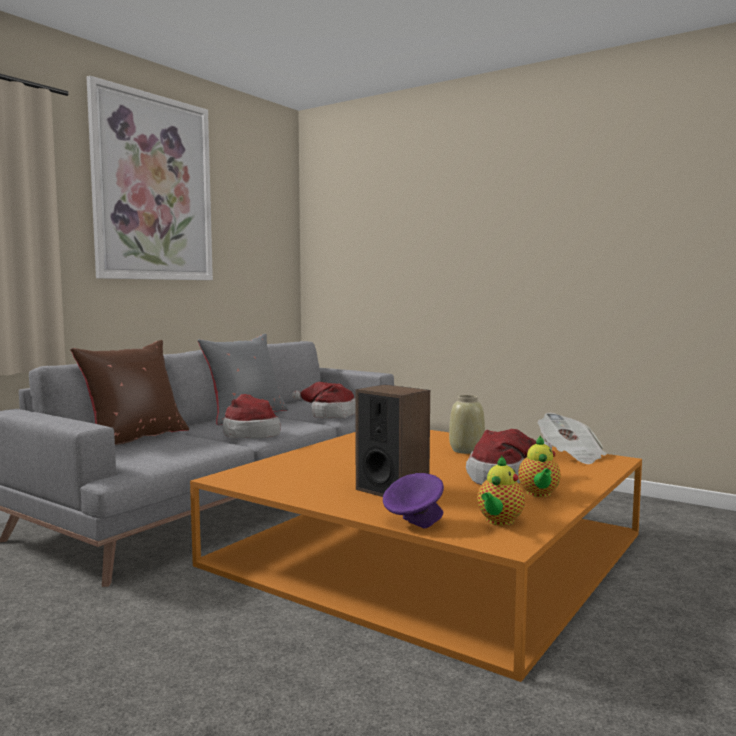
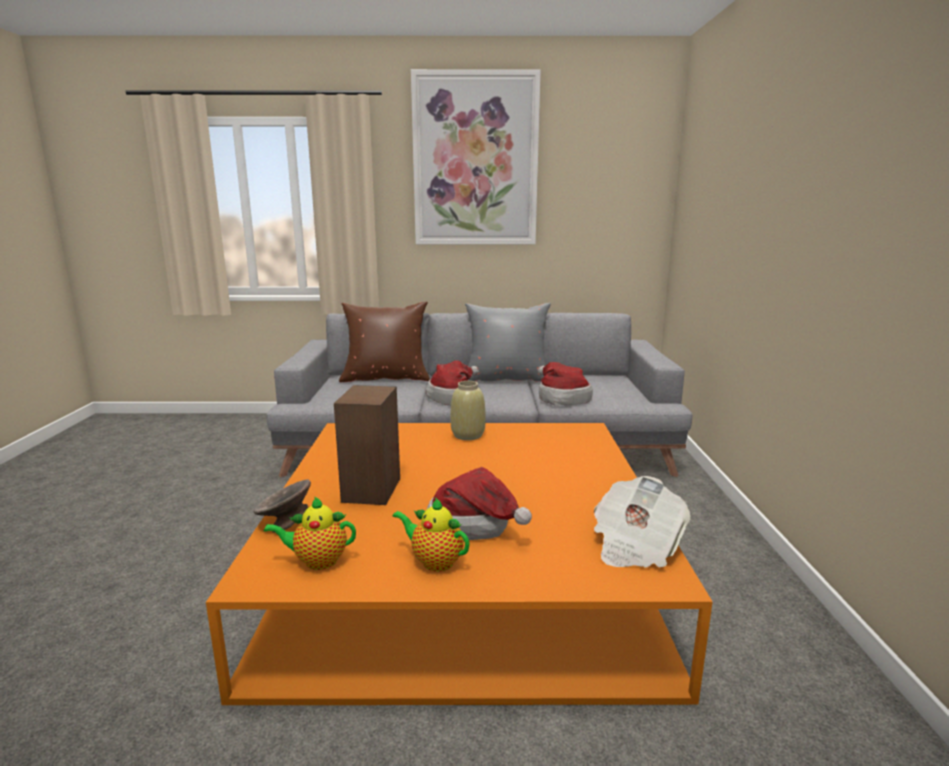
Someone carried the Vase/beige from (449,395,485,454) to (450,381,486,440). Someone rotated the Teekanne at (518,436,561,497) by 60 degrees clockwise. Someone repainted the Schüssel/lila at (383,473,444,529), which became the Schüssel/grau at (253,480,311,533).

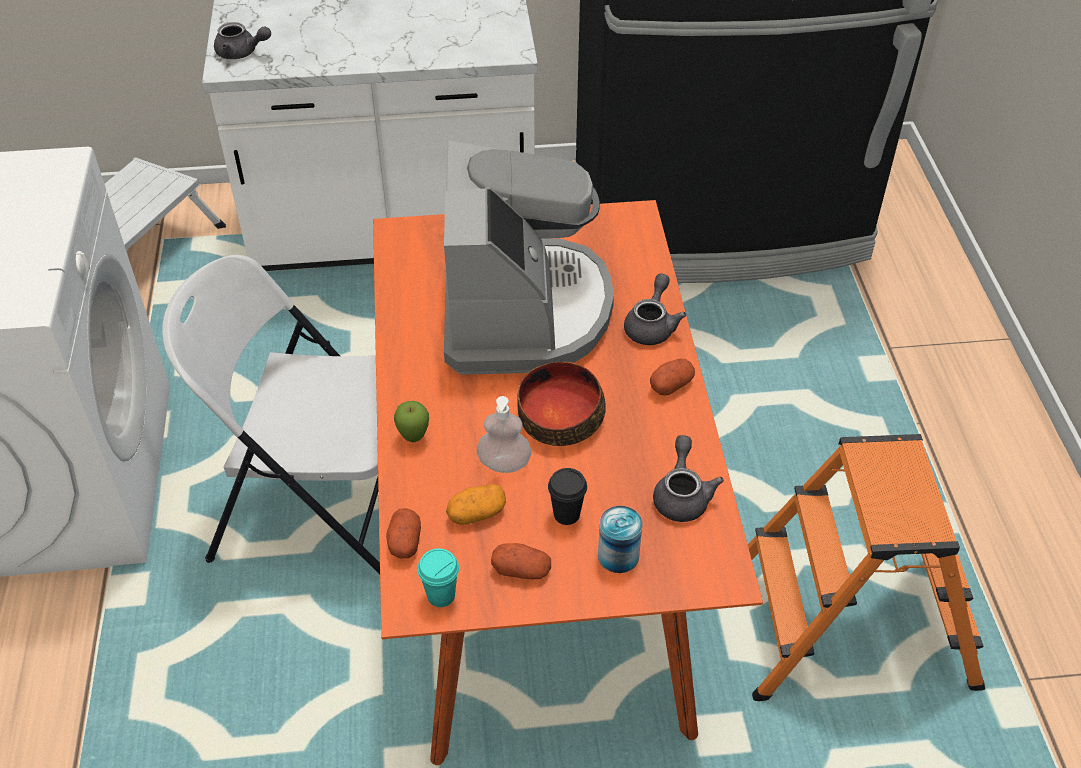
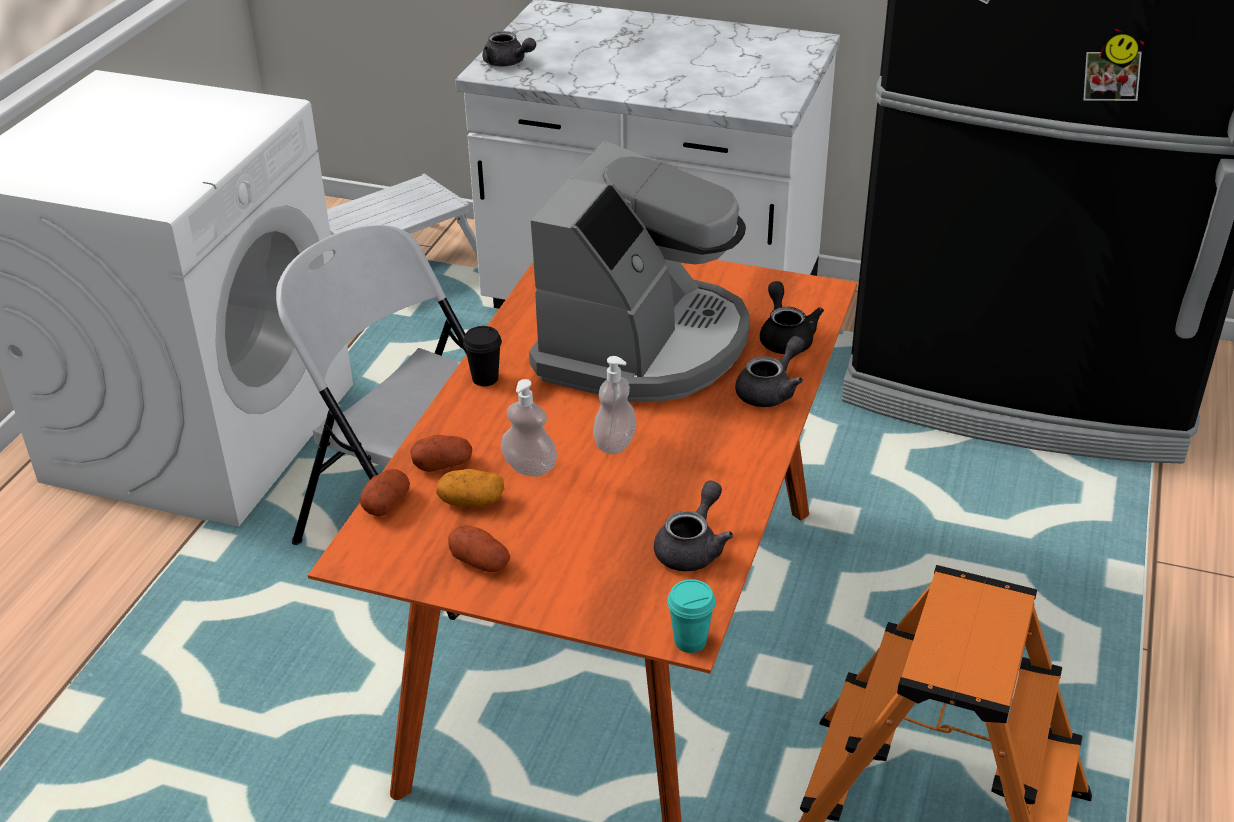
Someone carried the Kartoffel from (650,359,695,396) to (410,435,472,472). Someone swapped the Schüssel at (518,362,606,446) for the Seifenspender at (593,356,637,454). Someone took away the Apfel at (394,401,429,442). Someone carried the Tasse/schwarz from (548,468,587,525) to (463,326,502,386). Someone took away the Dose at (598,506,642,573). Someone carried the Tasse/türkis from (418,548,459,607) to (667,579,716,653). Someone put down the Teekanne/schwarz at (760,281,824,354).

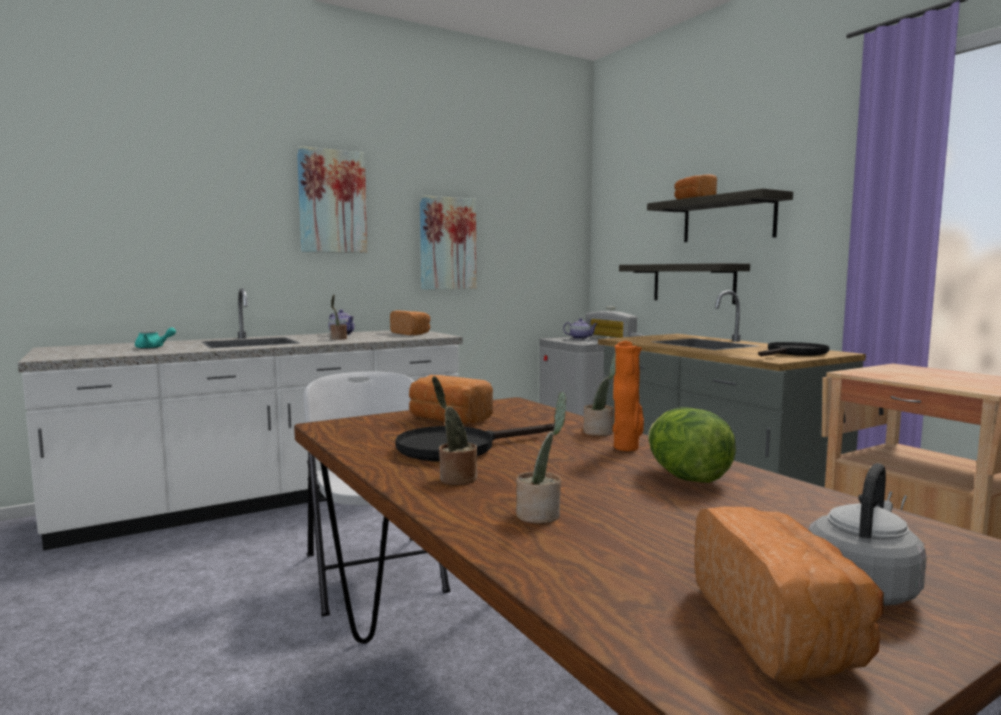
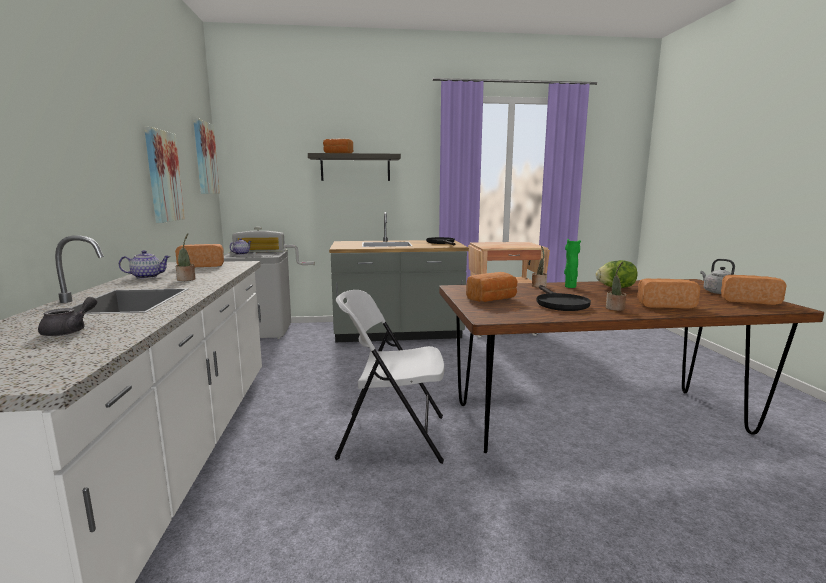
Someone carried the Bild from (297,146,367,253) to (193,118,220,194). Someone took away the Wandregal at (619,263,750,304). Someone repainted the Teekanne/türkis at (135,328,176,349), which became the Teekanne/grau at (38,297,97,336). Someone repainted the Vase/orange at (613,341,644,451), which became the Vase/grün at (564,239,581,288). Someone swapped the Topfpflanze at (516,392,566,524) for the Brot at (637,279,701,309).

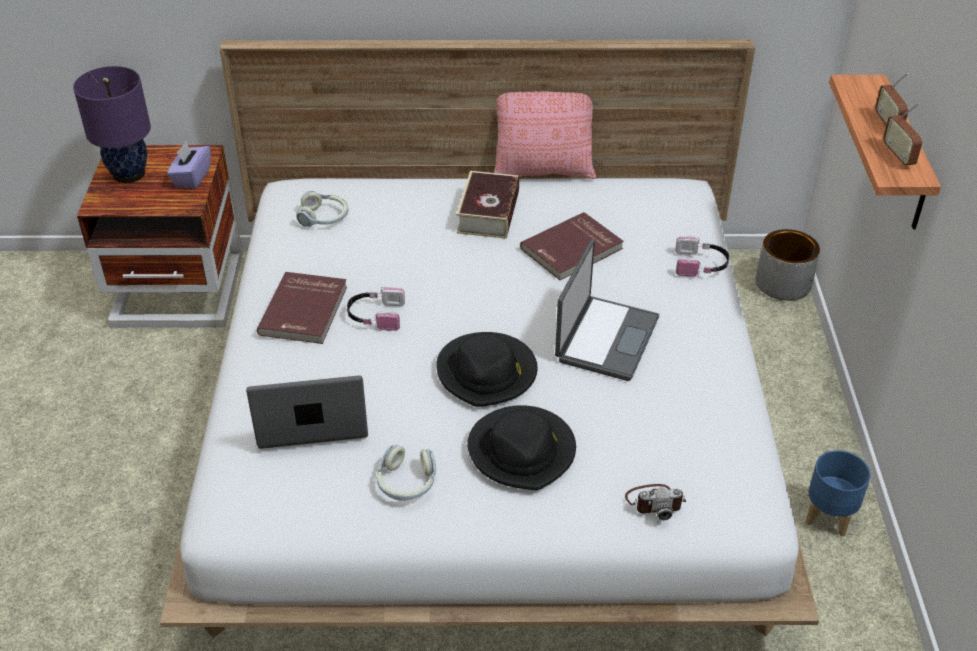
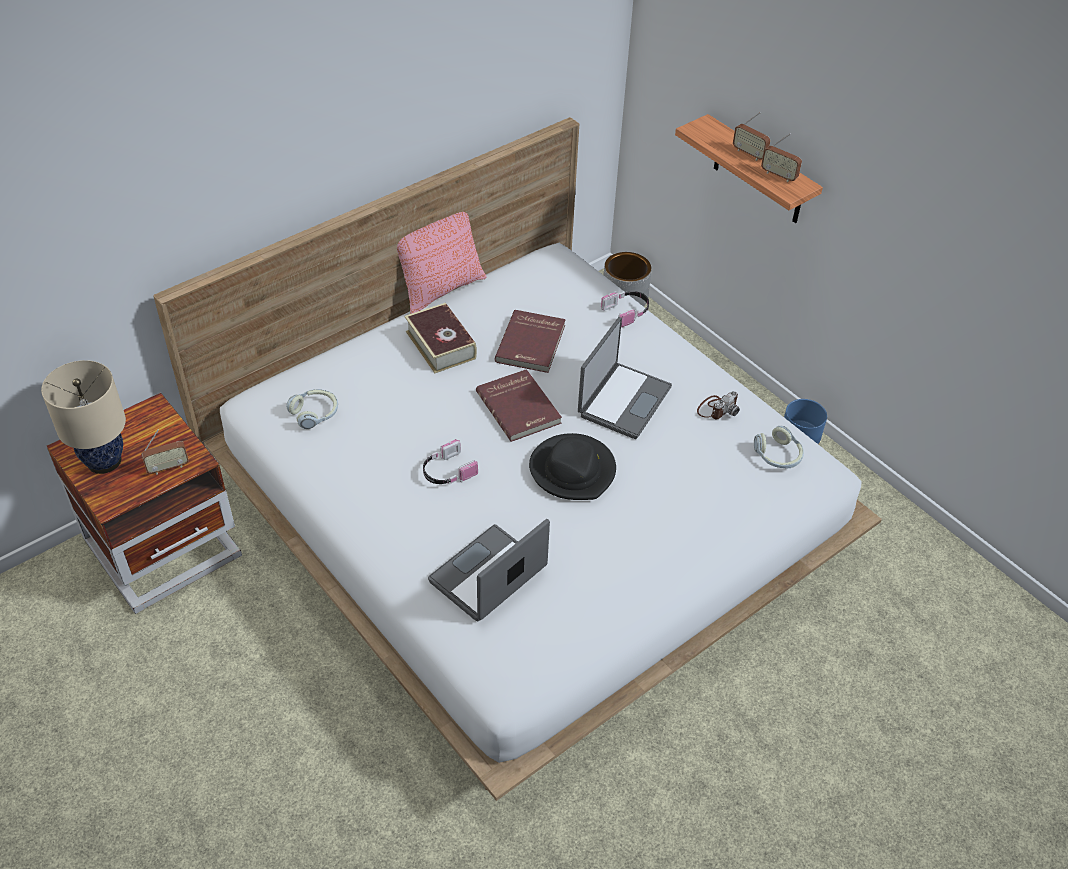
Someone repainted the Tischlampe/lila at (73,66,151,183), which became the Tischlampe/beige at (41,360,126,474). Someone took away the Taschentuchbox/lila at (167,142,211,189). Someone rotated the Laptop at (555,240,659,381) by 45 degrees clockwise. Someone carried the Buch/rot from (257,272,347,344) to (476,369,562,442). Someone took away the Hut/schwarz at (467,405,576,490). Someone carried the Kopfhörer from (376,445,436,501) to (754,426,804,469). Someone carried the Kamera from (625,484,686,520) to (697,391,740,419). Someone put down the Radio at (141,430,189,475).

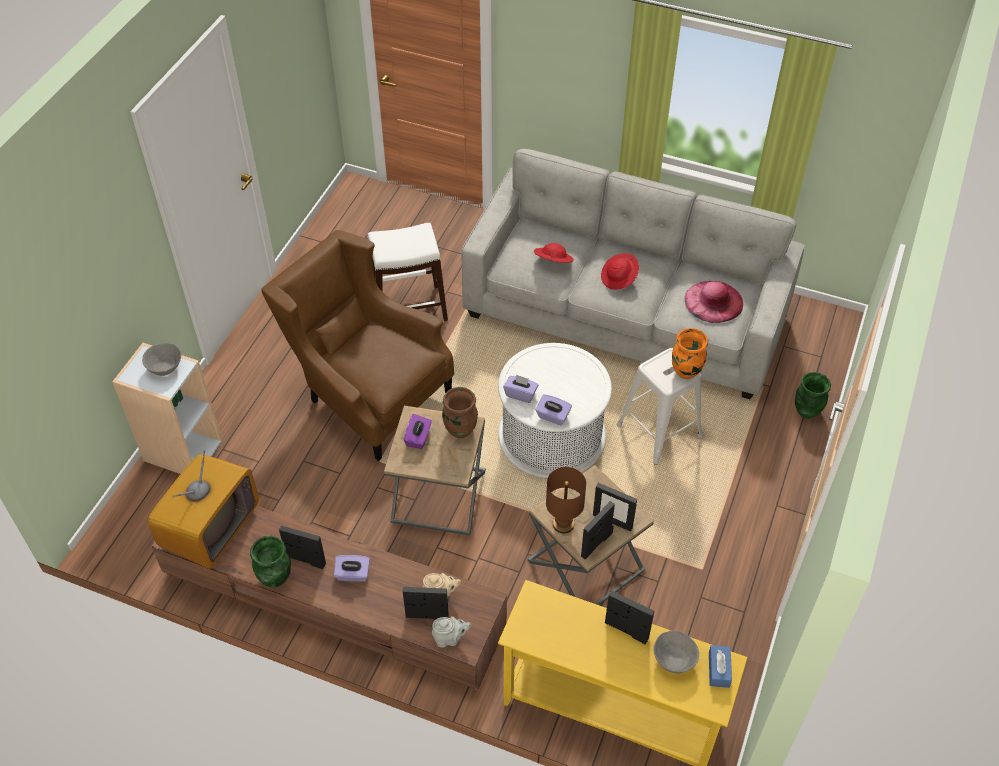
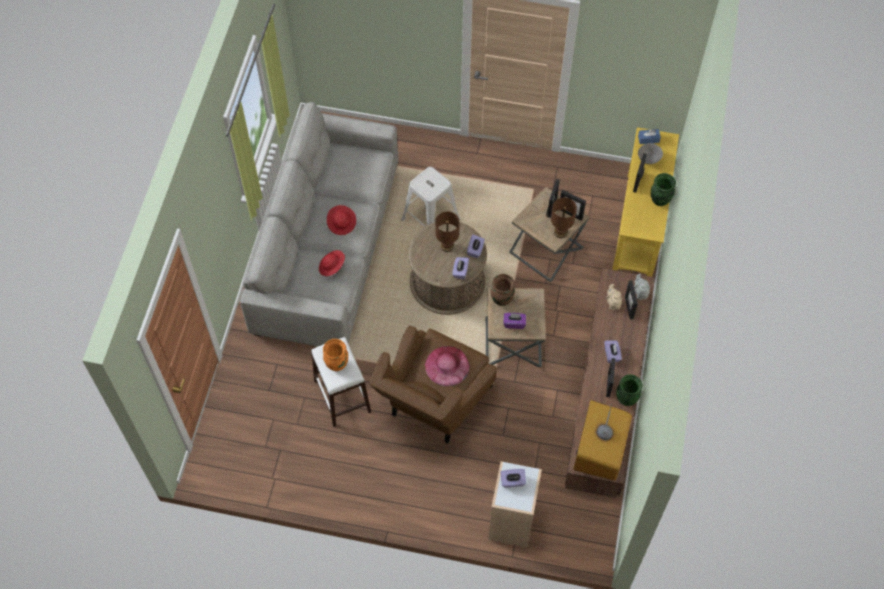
Someone carried the Hut/rosa from (685,281,743,323) to (425,346,470,386). Someone carried the Vase/orange from (672,328,708,379) to (323,339,348,371). Someone swapped the Schüssel/grau at (142,343,181,376) for the Taschentuchbox/lila at (500,469,526,488). Someone repainted the Couchtisch/weiß at (498,343,612,478), which became the Couchtisch/braun at (408,222,487,315). Someone carried the Vase/grün from (795,372,831,419) to (651,173,676,206). Someone rotated the Fernseher at (147,450,259,569) by 90 degrees counterclockwise. Someone put down the Tischlampe/braun at (435,212,460,252).

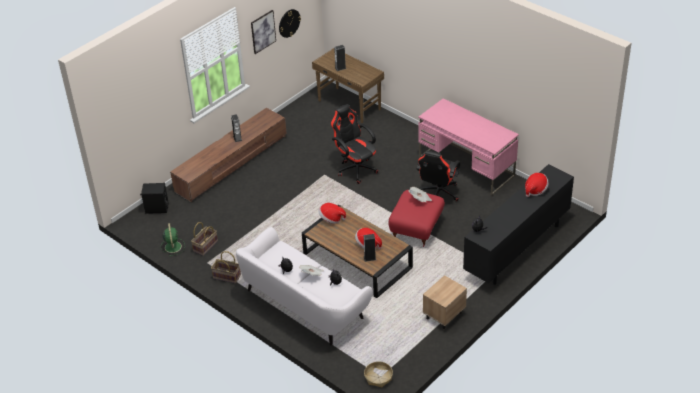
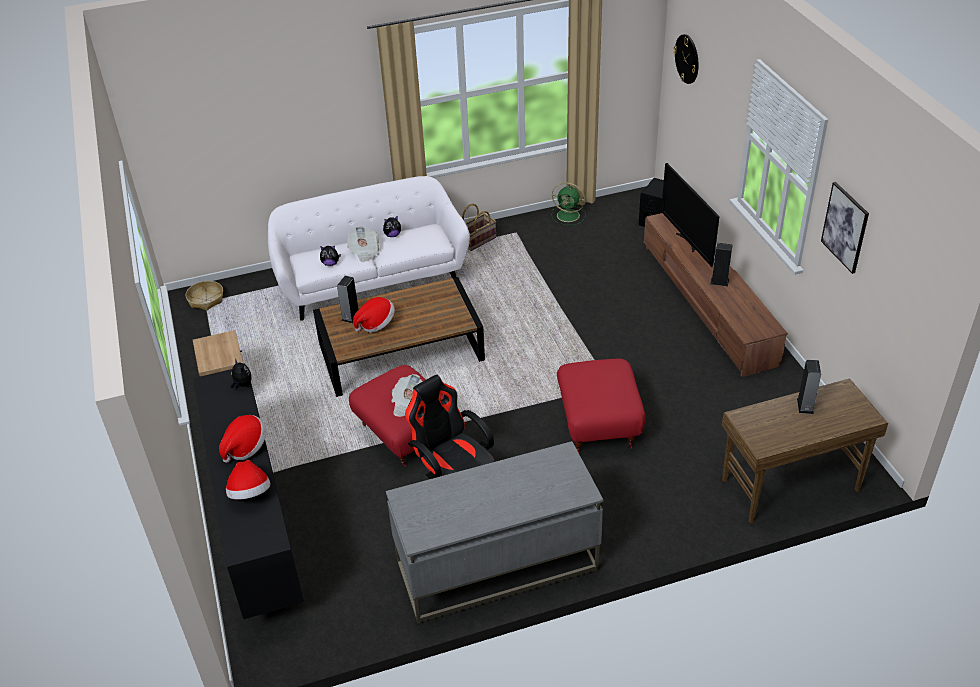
Someone carried the Wanduhr from (279,9,301,38) to (673,34,699,84). Someone repainted the Schreibtisch/rosa at (419,98,519,196), which became the Schreibtisch/grau at (386,441,604,624). Someone swapped the Bürostuhl/schwarz at (331,104,378,184) for the Polsterhocker/rot at (557,359,646,453). Someone carried the Hut from (318,203,346,224) to (219,415,266,463). Someone took away the Korb at (191,222,218,256). Someone put down the Fernseher at (661,163,719,267).

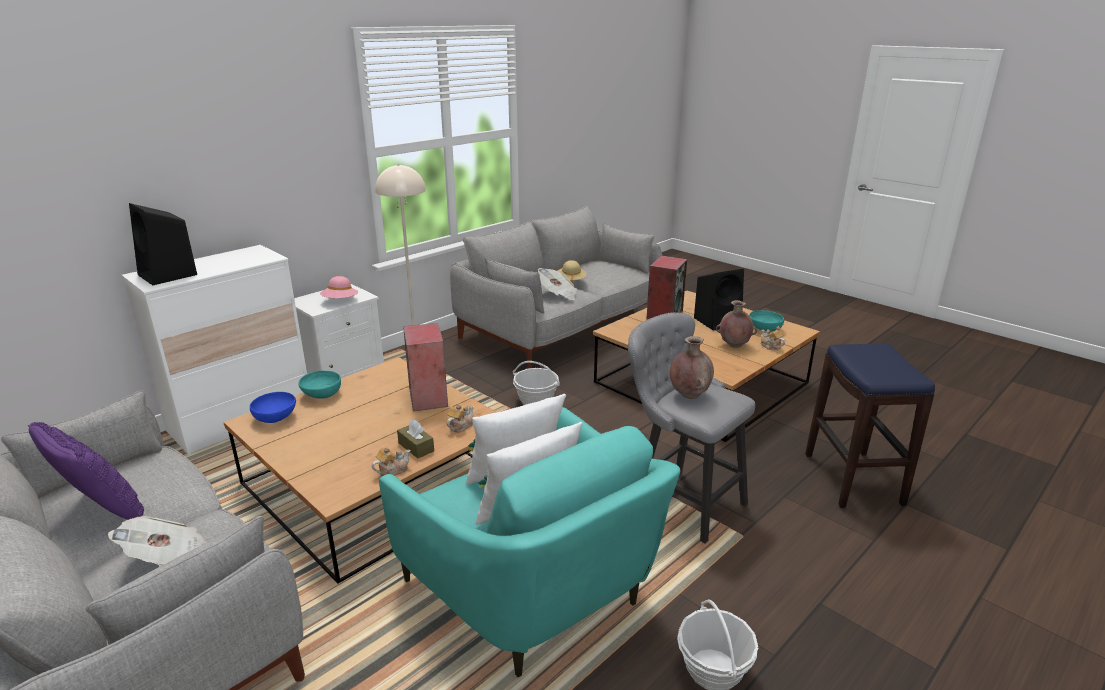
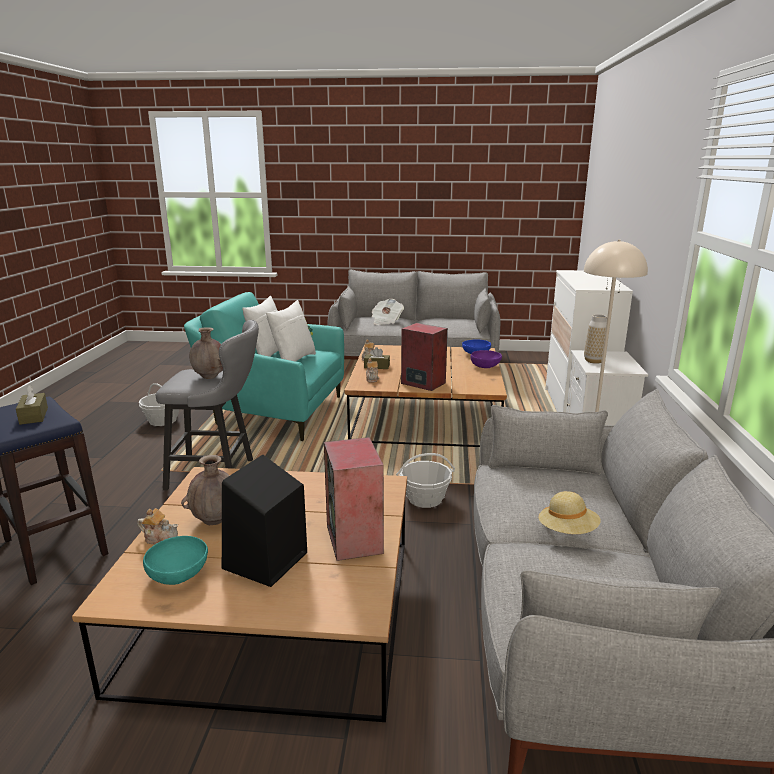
Someone took away the Lautsprecher/schwarz at (129,203,197,285). Someone took away the Zeitung at (538,268,578,300). Someone swapped the Hut/rosa at (320,276,358,298) for the Vase at (584,314,607,364). Someone repainted the Schüssel/türkis at (298,371,341,399), which became the Schüssel/lila at (470,350,502,368). Someone took away the Kissen/lila at (28,422,144,520). Someone put down the Taschentuchbox/braun at (16,385,48,425).

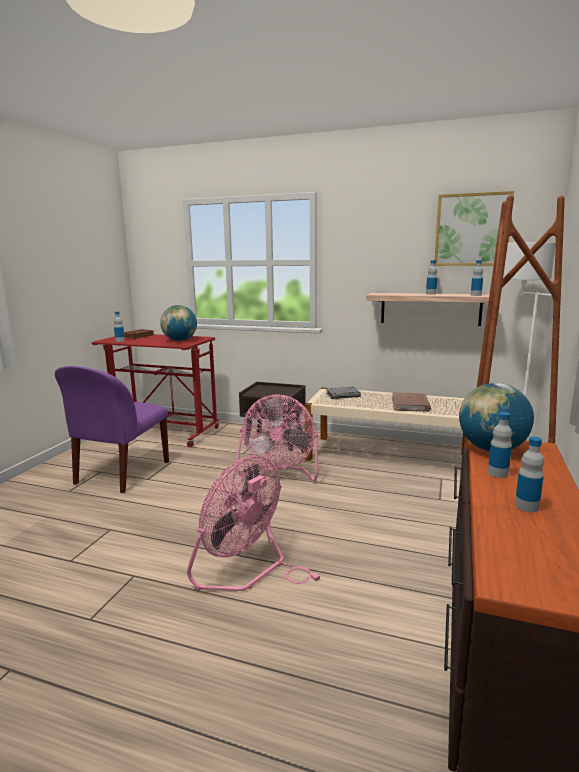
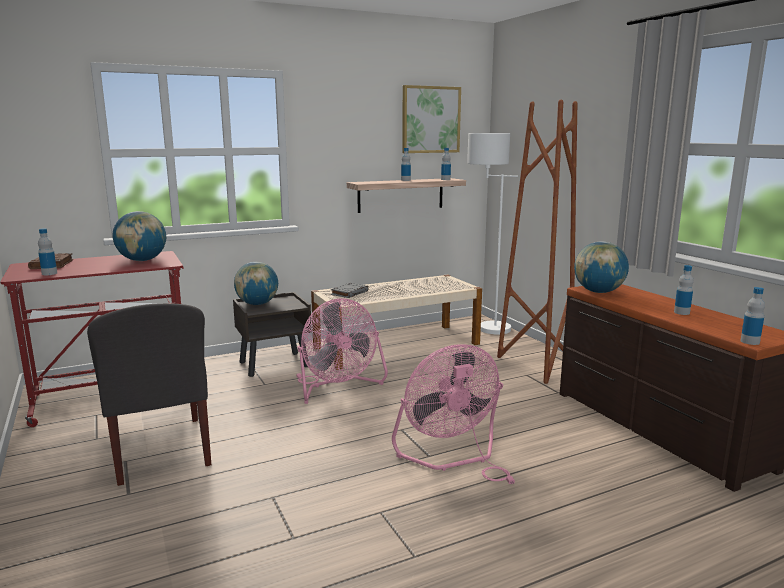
Someone repainted the Stuhl/lila at (55,366,169,493), which became the Stuhl/grau at (87,303,211,486). Someone took away the Buch/braun at (392,392,431,412). Someone carried the Flasche from (488,412,512,478) to (740,287,765,345). Someone rotated the Ventilator/rosa at (187,456,320,591) by 75 degrees clockwise. Someone put down the Globus at (234,262,278,305).

